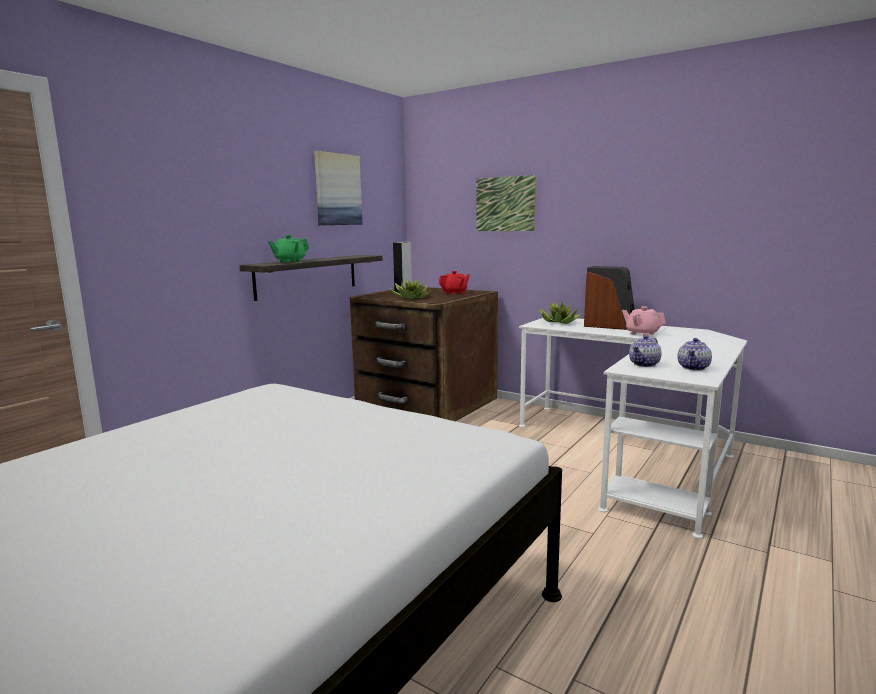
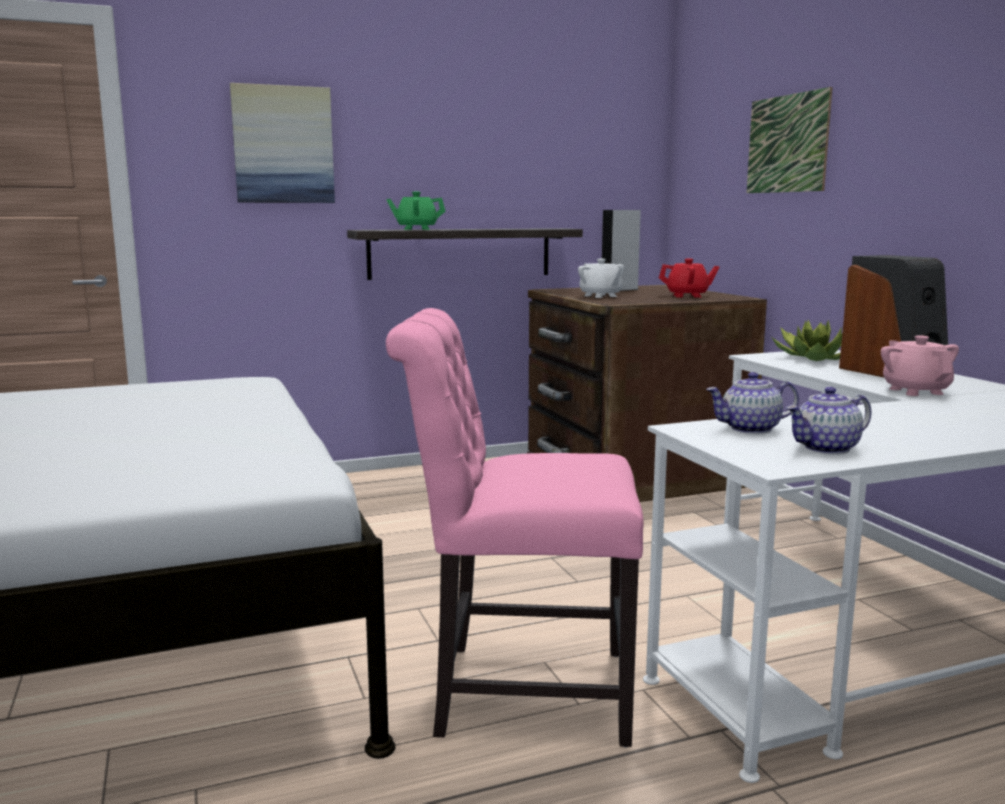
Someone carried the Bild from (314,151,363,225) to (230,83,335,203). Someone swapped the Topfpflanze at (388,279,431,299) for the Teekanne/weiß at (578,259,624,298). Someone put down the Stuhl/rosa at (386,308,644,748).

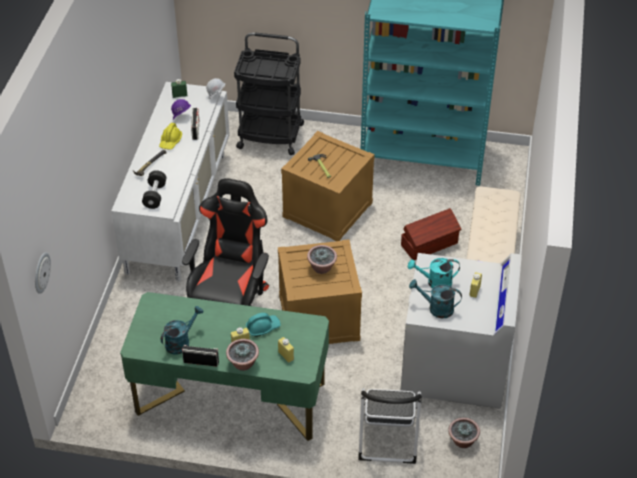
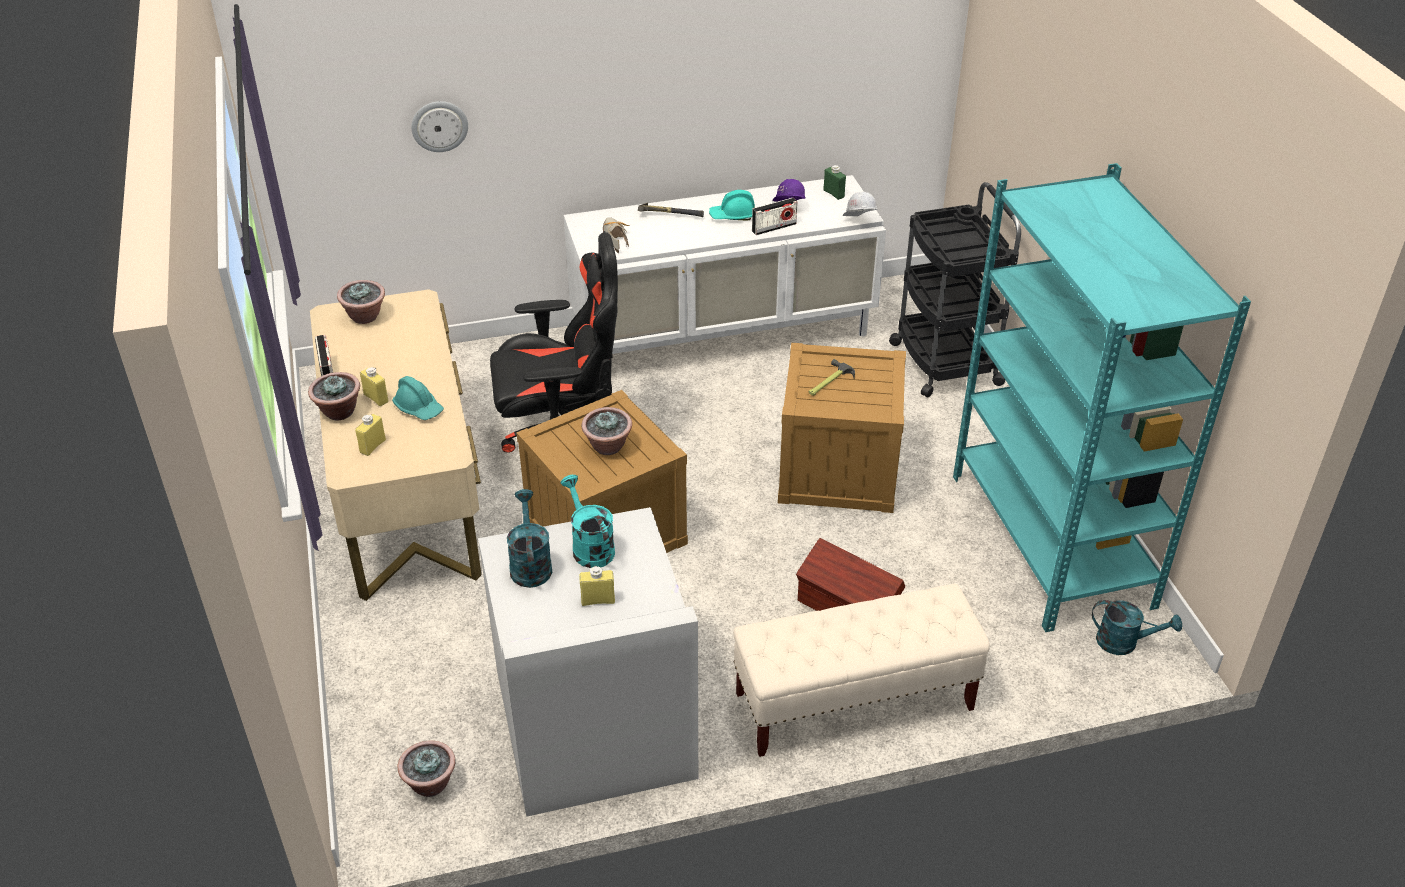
Someone repainted the Schutzhelm/gelb at (159,123,182,149), which became the Schutzhelm/türkis at (709,190,755,220). Someone swapped the Hantel/schwarz at (142,170,166,209) for the Schuh at (603,217,630,254). Someone carried the Wanduhr from (35,252,51,294) to (411,101,468,152). Someone repainted the Schreibtisch/grün at (120,292,329,441), which became the Schreibtisch/beige at (310,289,482,601). Someone carried the Gießkanne/türkis from (161,306,204,355) to (1092,600,1182,655). Someone took away the Trittleiter at (358,388,422,464). Someone put down the Topfpflanze at (337,280,385,324).

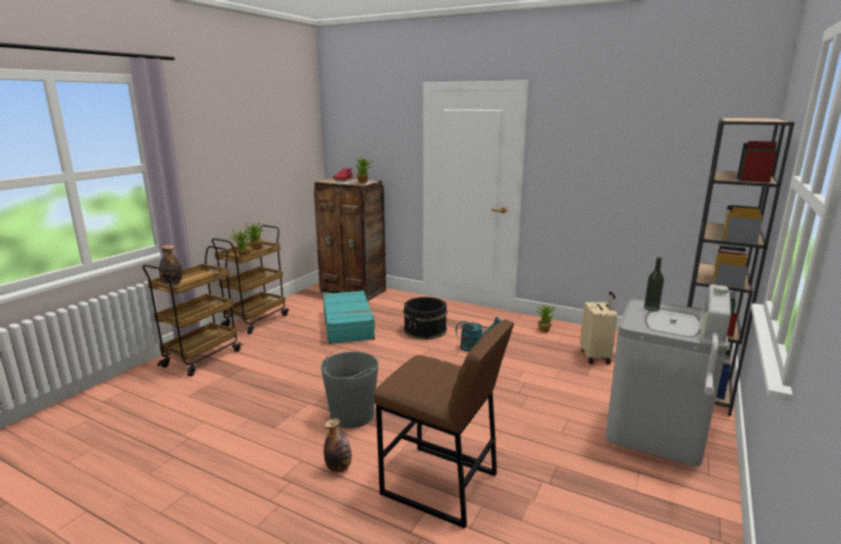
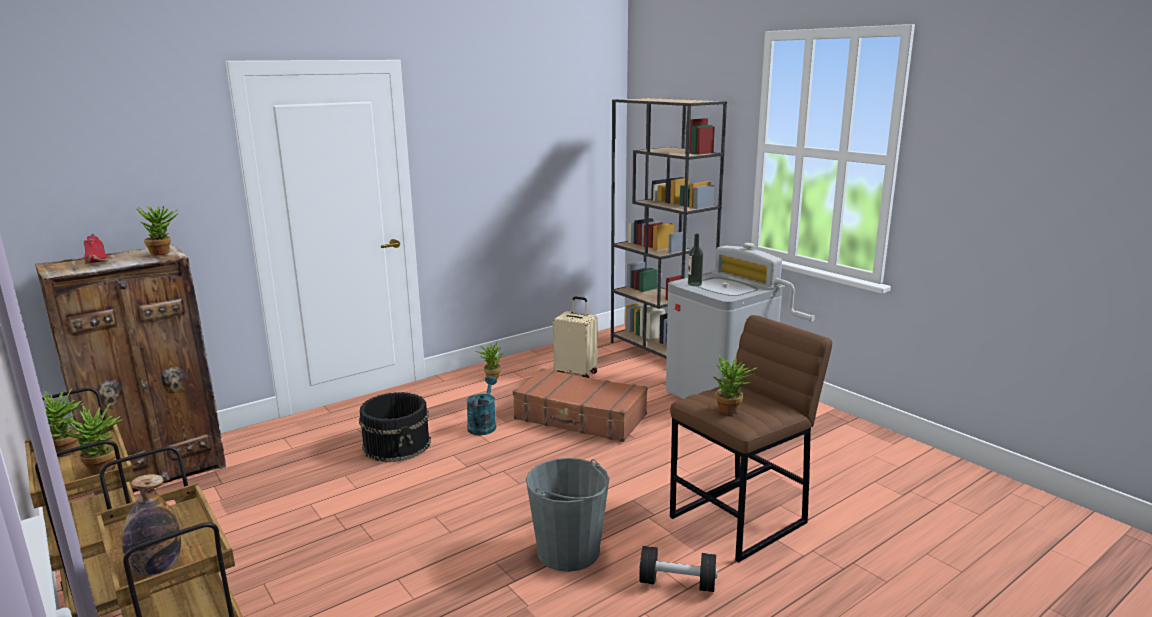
Someone took away the Koffer/türkis at (323,290,378,344). Someone swapped the Flasche at (324,418,352,473) for the Hantel/schwarz at (639,546,718,592). Someone put down the Topfpflanze at (712,354,757,414). Someone put down the Koffer/braun at (513,368,648,442).

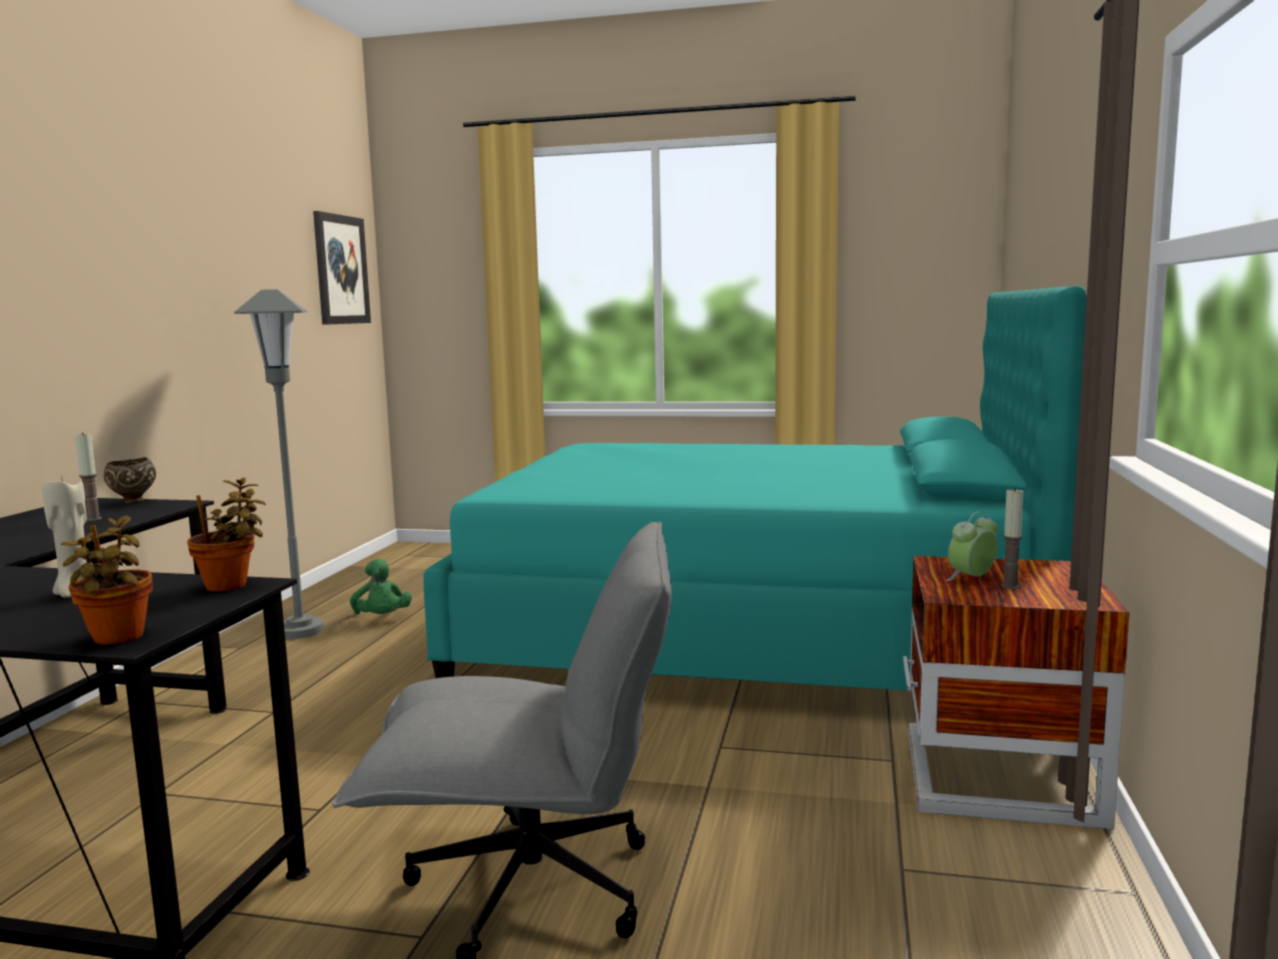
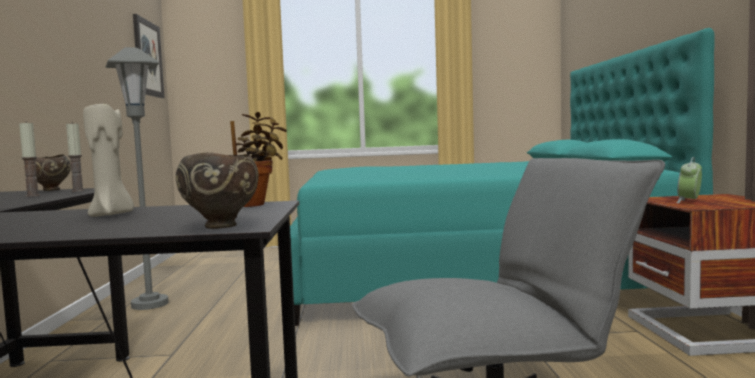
Someone carried the Kerze from (1001,488,1024,589) to (66,122,85,192). Someone swapped the Topfpflanze at (61,515,153,644) for the Schüssel/braun at (176,152,259,229). Someone took away the Plüschtier/grün at (350,559,412,614).

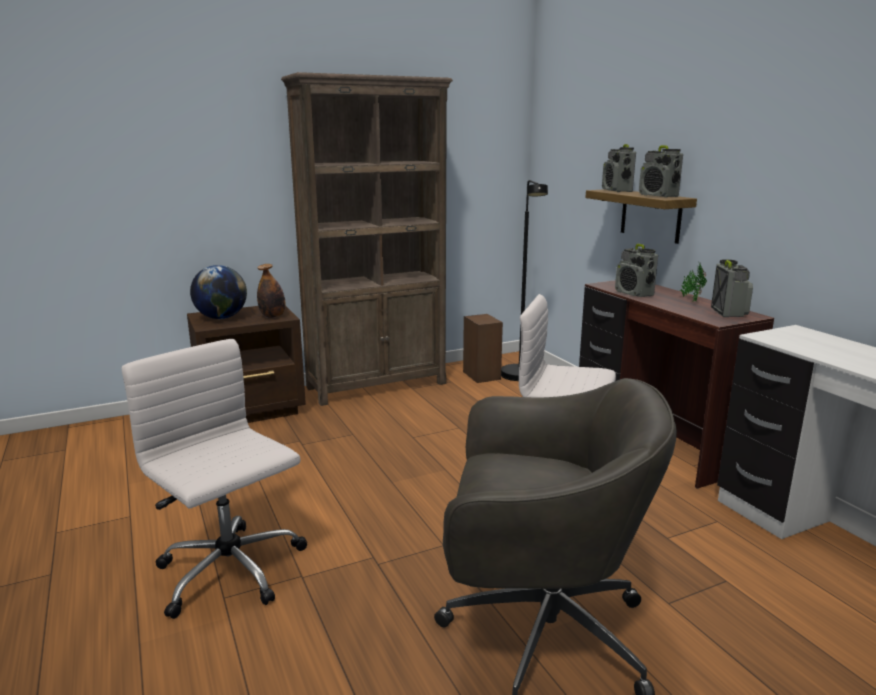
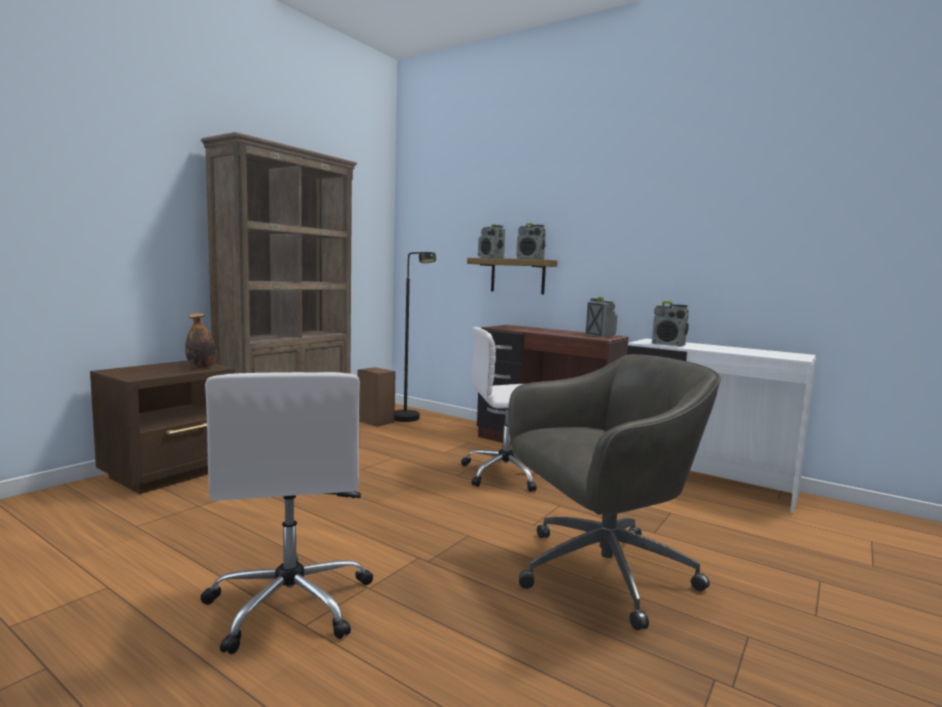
Someone carried the Radio from (615,244,658,297) to (652,301,689,347). Someone took away the Topfpflanze at (679,263,707,302). Someone took away the Globus at (190,265,247,319). Someone rotated the Bürostuhl/weiß at (122,339,308,619) by 120 degrees counterclockwise.

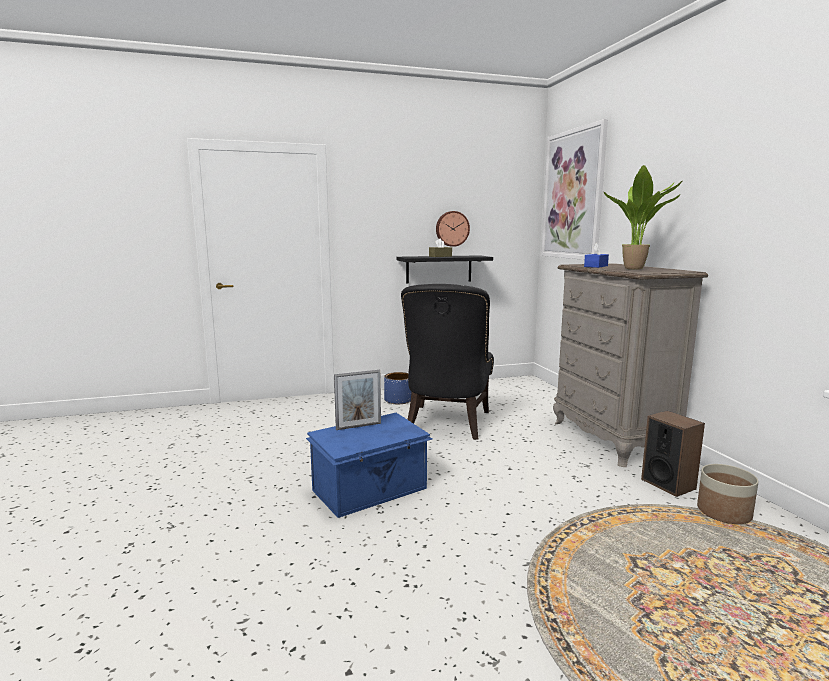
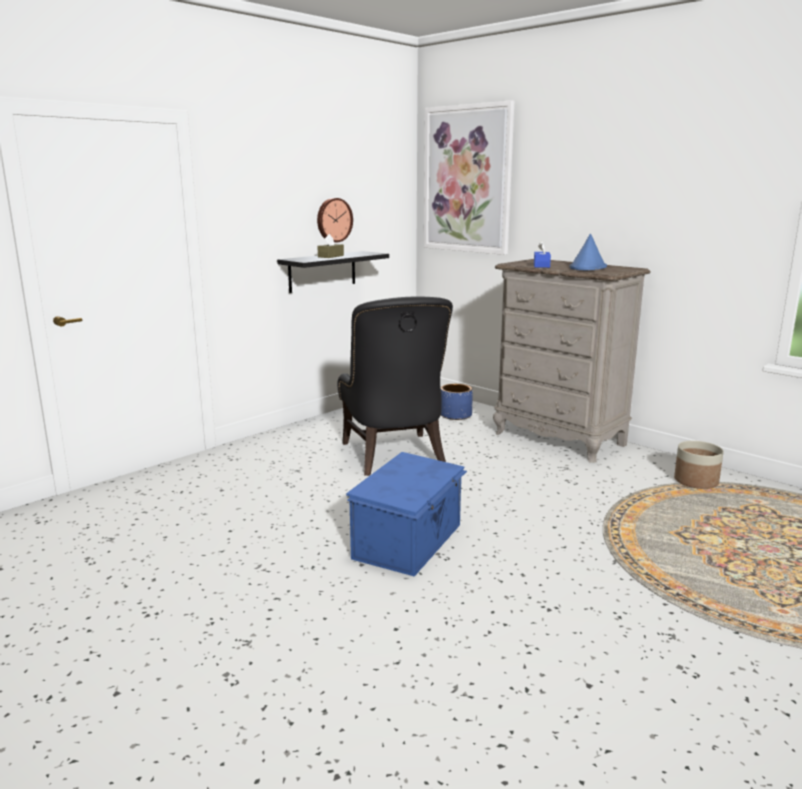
Someone swapped the Topfpflanze at (604,165,683,270) for the Hut/blau at (570,234,607,270). Someone took away the Bilderrahmen at (334,370,381,430). Someone carried the Pflanzkübel/blau from (384,372,412,404) to (441,384,473,420). Someone took away the Lautsprecher at (641,411,705,497).

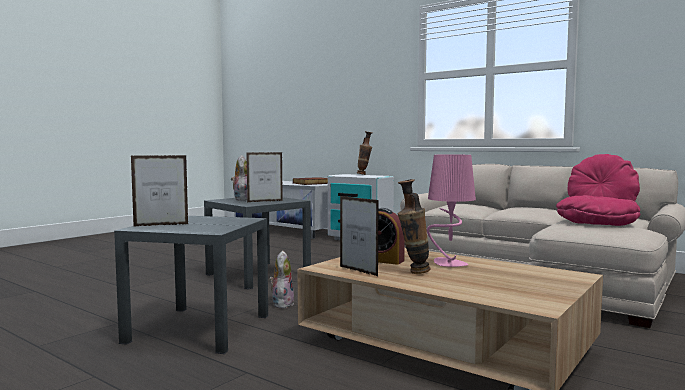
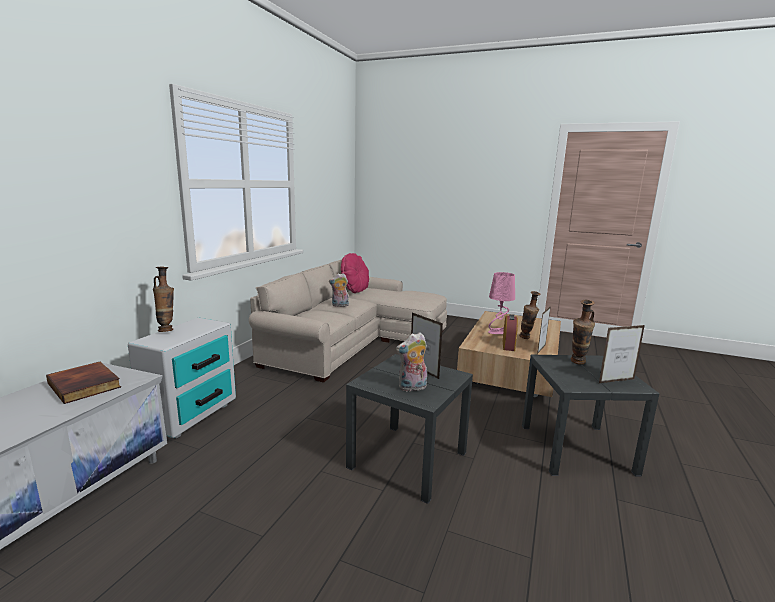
Someone rotated the Bilderrahmen at (131,155,188,226) by 105 degrees clockwise. Someone took away the Kissen/rosa at (556,195,640,226). Someone carried the Plüschtier from (269,251,294,308) to (329,273,349,307). Someone put down the Vase at (571,300,595,365).

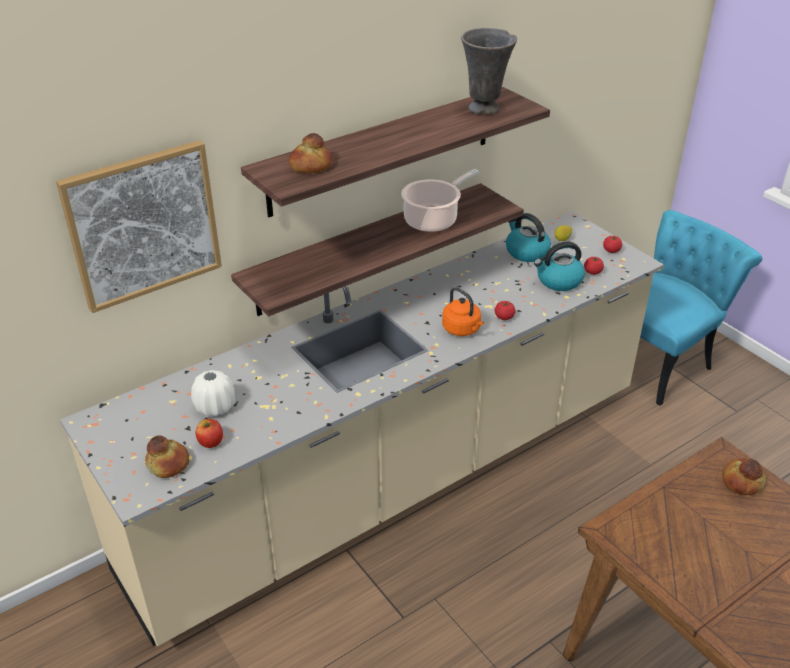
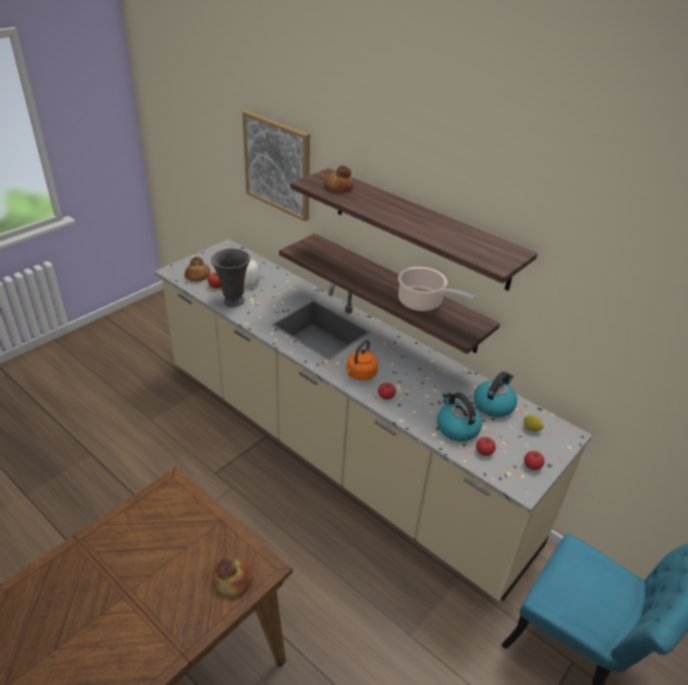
Someone carried the Vase/grau from (461,28,517,115) to (211,248,250,307).

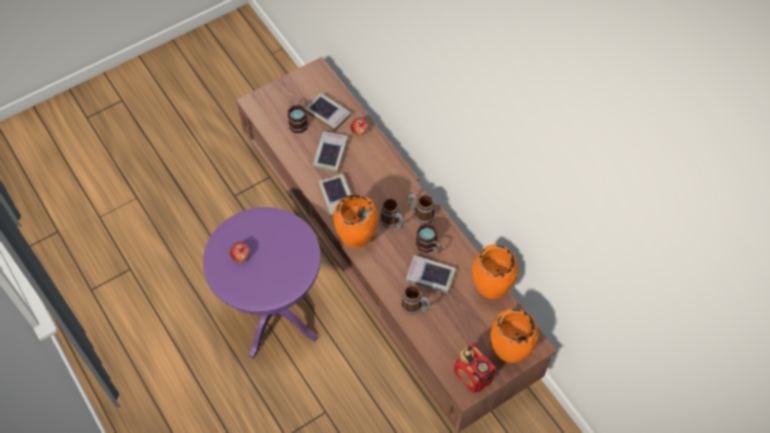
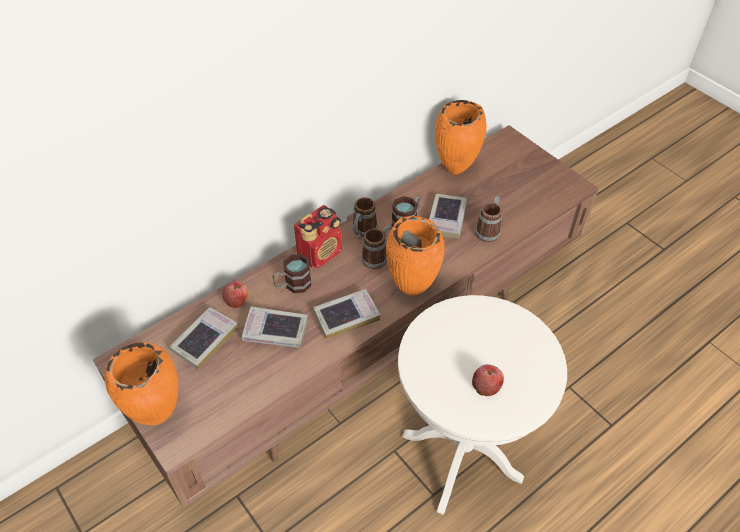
Someone carried the Henkelbecher from (288,101,308,133) to (272,254,311,293). Someone repainted the Beistelltisch/lila at (203,207,321,359), which became the Beistelltisch/weiß at (398,295,567,515). Someone carried the Vase/orange from (490,308,538,363) to (104,342,178,425). Someone carried the Radio from (454,343,496,393) to (294,205,342,268).

